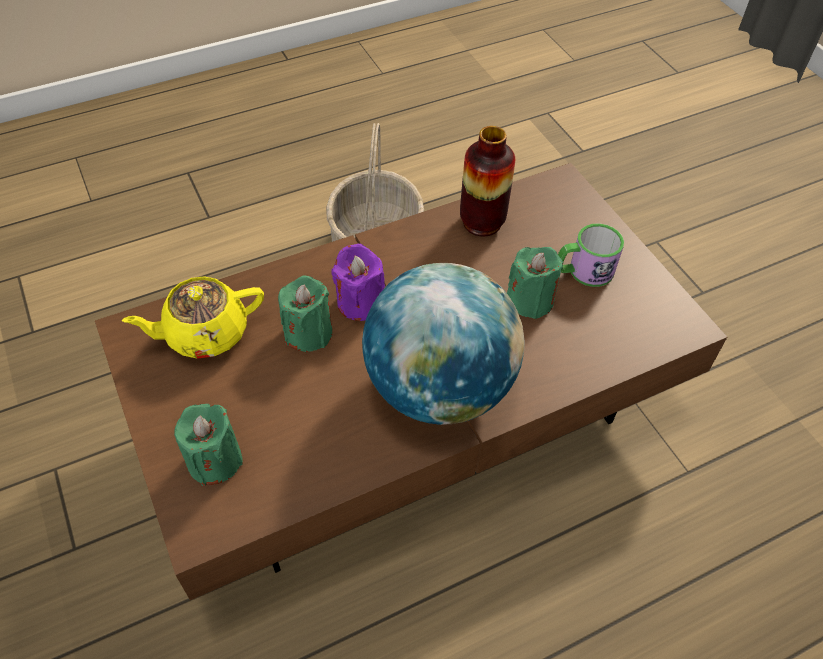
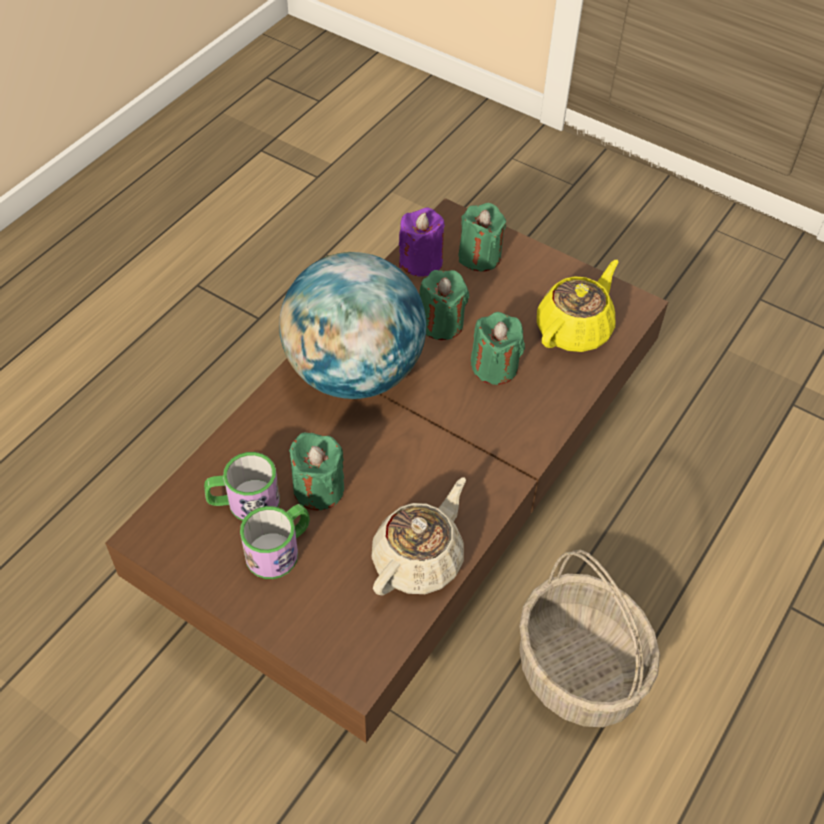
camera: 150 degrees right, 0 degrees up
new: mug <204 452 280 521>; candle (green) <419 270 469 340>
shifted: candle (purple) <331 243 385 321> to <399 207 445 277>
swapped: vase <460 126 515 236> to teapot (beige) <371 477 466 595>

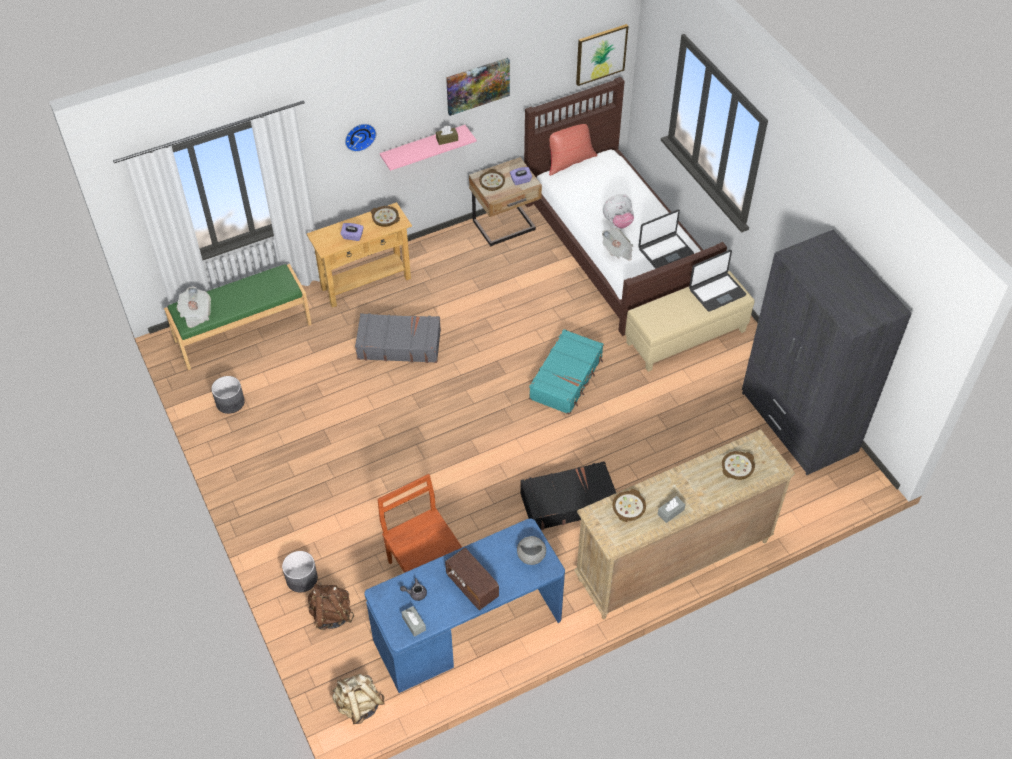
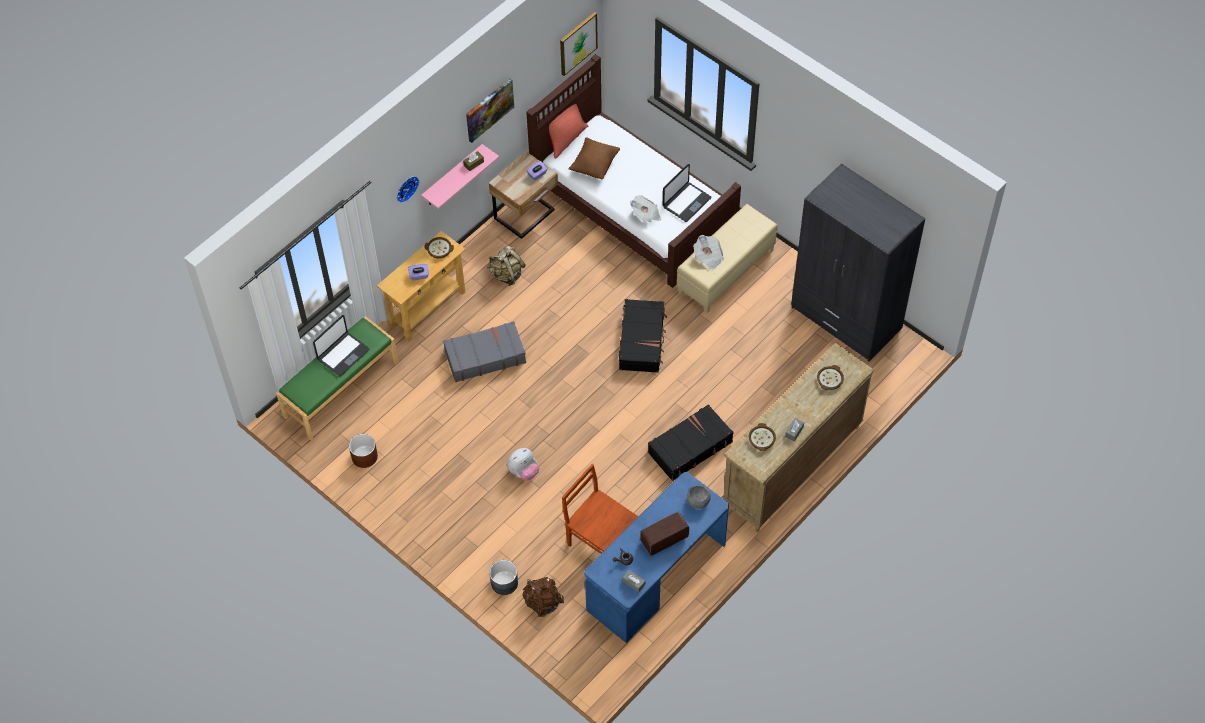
camera: 20 degrees left, 5 degrees up
gone: bowl <479 169 505 191>
new: pillow (brown) <568 137 620 179>
shifted: newspaper <177 287 211 328> to <693 235 724 271>; backpack (beige) <332 674 385 724> to <487 246 526 286>; plush toy <603 194 634 228> to <507 448 540 481>; laptop <689 250 746 312> to <313 315 369 376>
repainted: planter (grey) <211 376 245 414> to planter (brown) <349 434 378 468>; suitcase (turquoise) <529 329 604 415> to suitcase (black) <619 299 667 373>
rotated: radio <445 548 499 610> = <640 512 689 556> 120 degrees clockwise

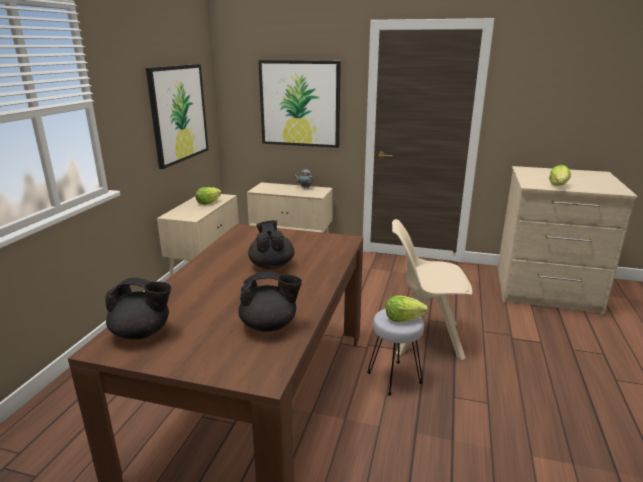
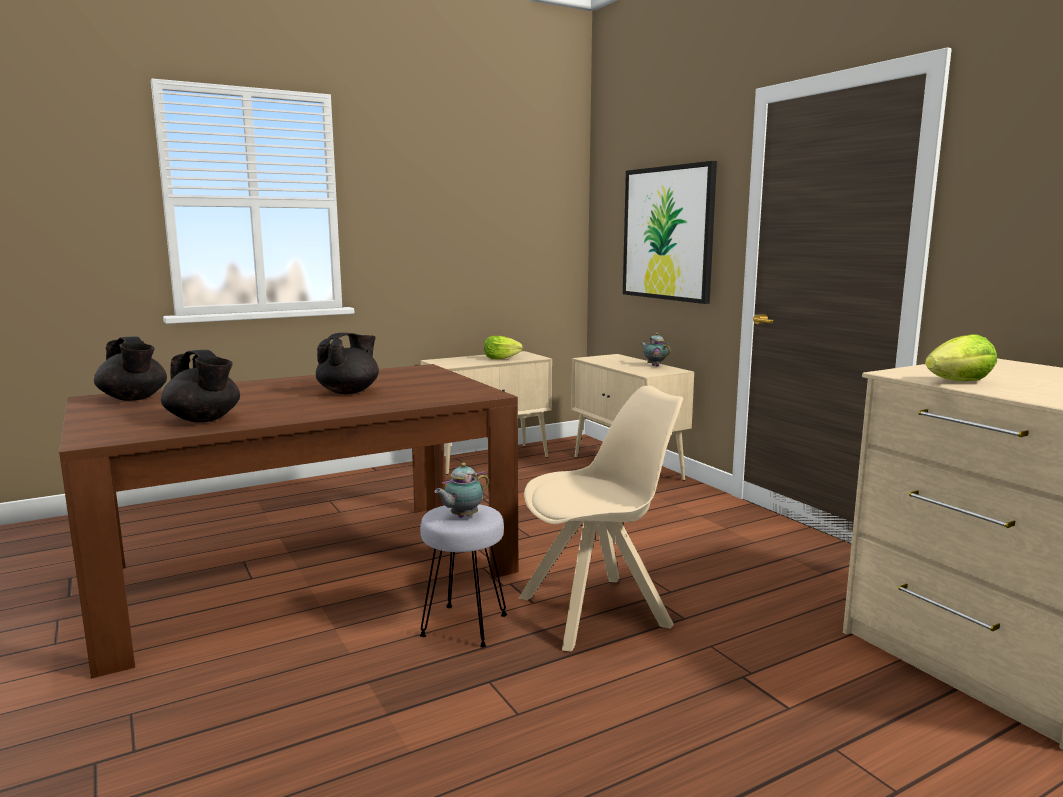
camera: 45 degrees right, 10 degrees down
gone: picture <146 64 208 169>
swapped: lettuce <386 295 428 322> to teapot <434 463 489 518>
rotated: chair (beige) <392 219 472 360> = <519 385 683 652> 105 degrees clockwise

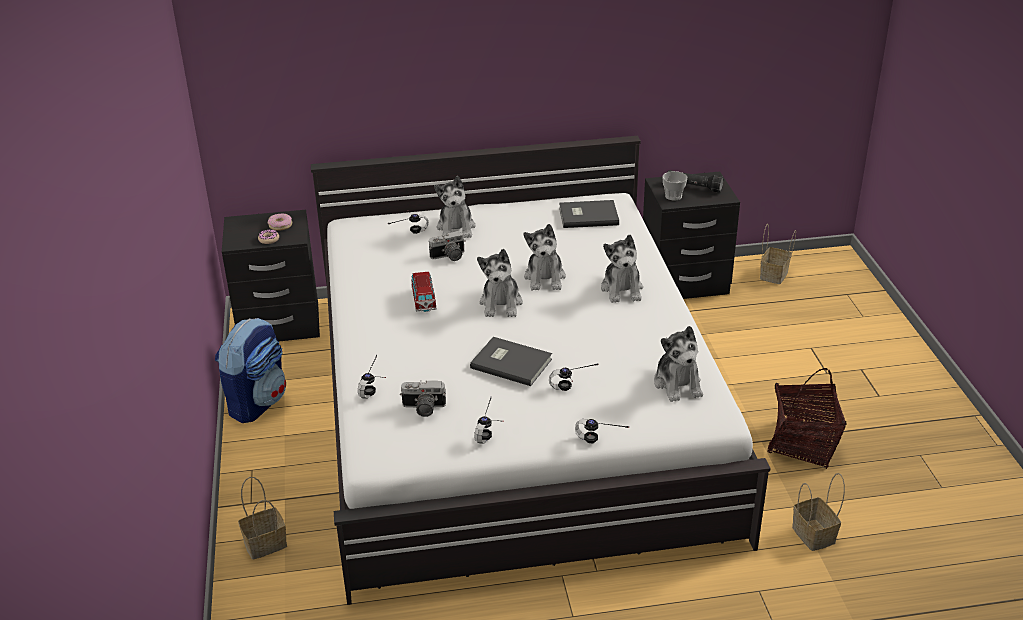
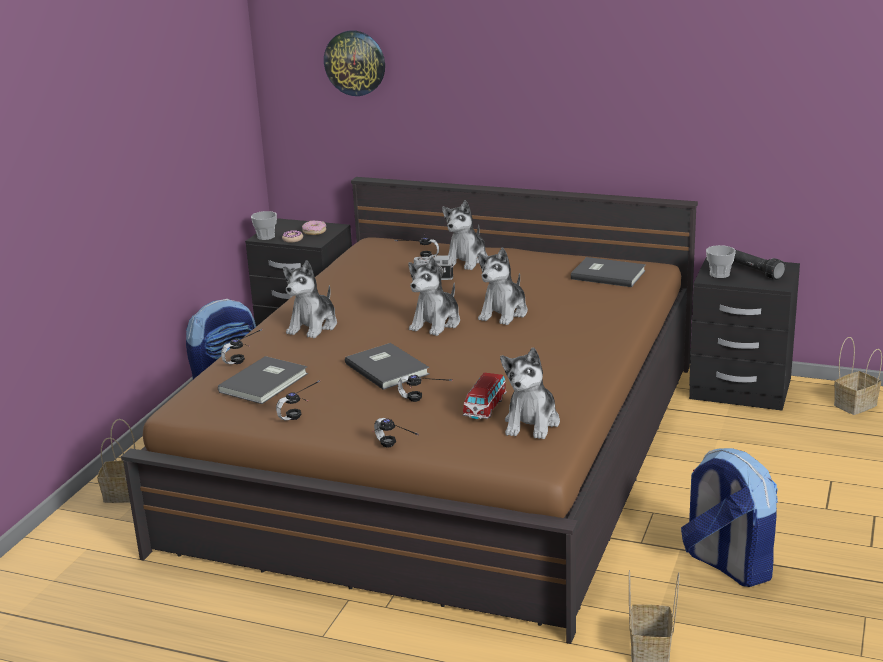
camera: 30 degrees right, 10 degrees down
new: cup <251 211 277 240>; wall clock <324 30 385 96>
shifted: toy car <411 272 437 312> to <463 373 507 419>; plush toy <601 235 643 303> to <283 260 337 338>
swapped: photo camera <400 381 446 417> to book (grey) <218 356 308 404>; basket <767 368 847 469> to backpack <681 448 778 587>
repainted: bed (white) <311 136 771 605> to bed (brown) <121 177 698 644>

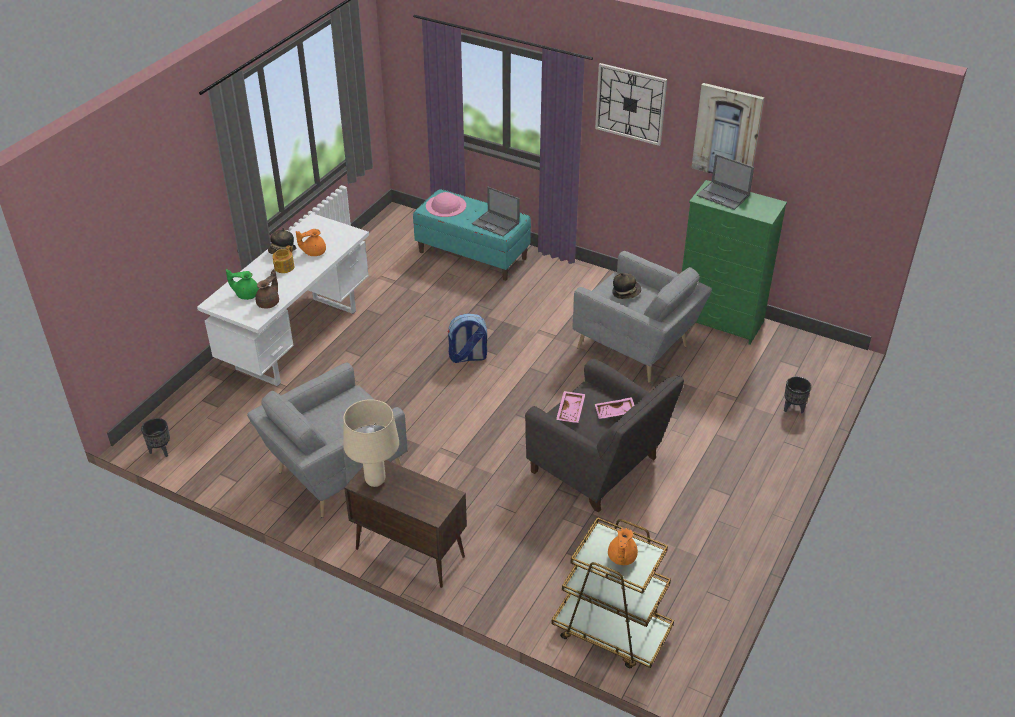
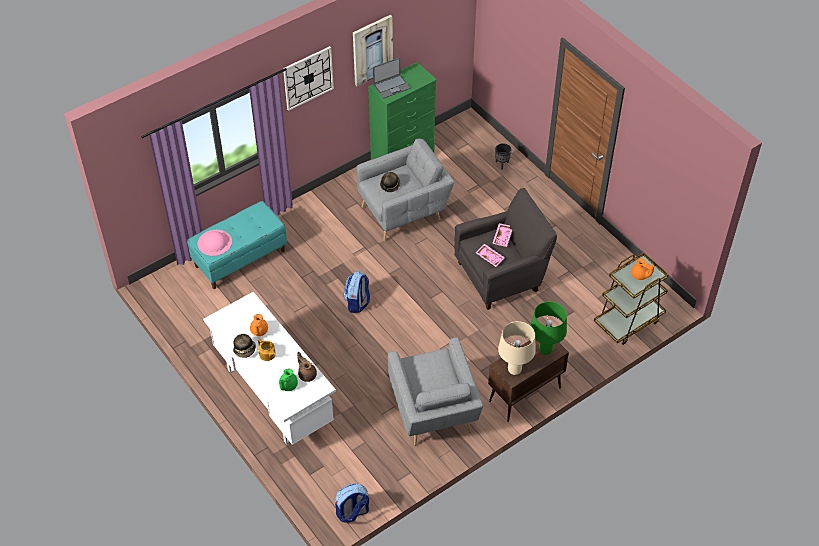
camera: 65 degrees left, 10 degrees up
gone: laptop <472 187 520 236>
new: table lamp (green) <530 301 567 355>
swapped: planter (black) <141 418 170 457> to backpack <335 483 369 523>

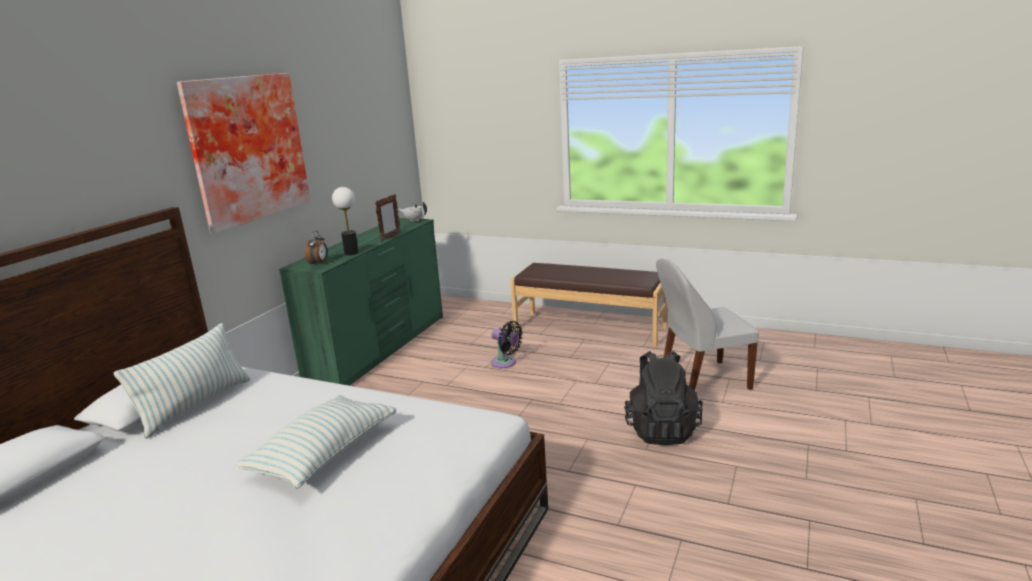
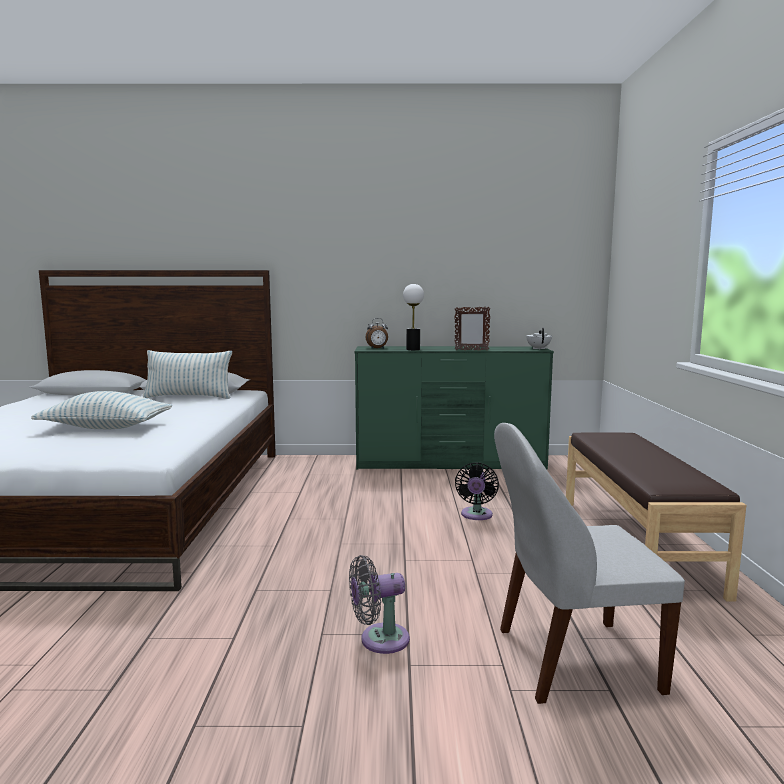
camera: 65 degrees right, 10 degrees down
gone: picture <177 73 311 234>
swapped: backpack (black) <624 351 703 445> to fan (grey) <349 555 410 654>
rotated: chair (white) <656 258 759 390> = <494 423 685 704> 60 degrees counterclockwise

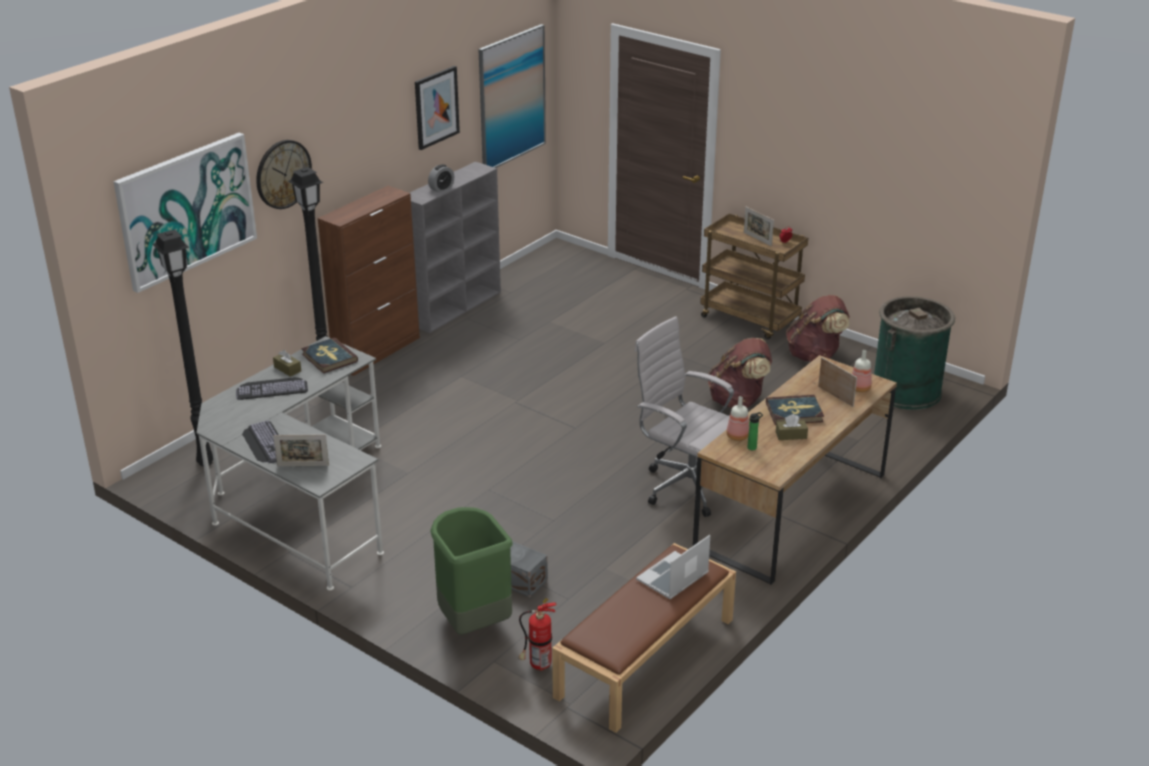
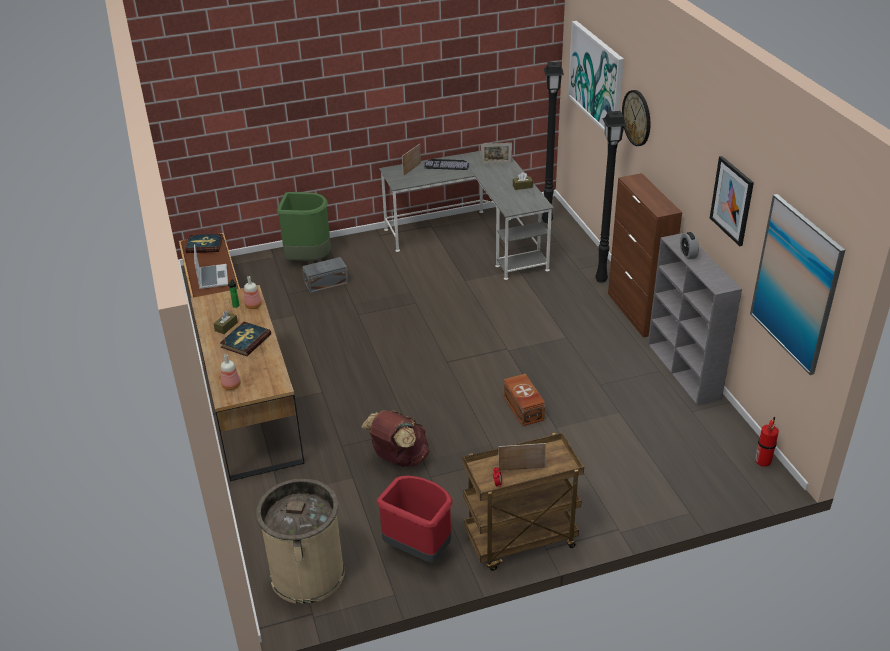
camera: 125 degrees right, 5 degrees up
gone: keyboard <236 377 308 400>; office chair (white) <635 316 734 517>
new: storage box (brown) <504 374 545 426>
shifted: book <301 338 358 373> to <185 234 223 253>; fire extinguisher <519 598 556 671> to <755 417 779 467>; picture frame <818 357 857 407> to <481 143 512 164>
swapped: backpack (brown) <786 295 850 362> to trash can (red) <377 476 452 562>
repainted: trash can (green) <874 296 955 410> to trash can (beige) <256 478 345 604>

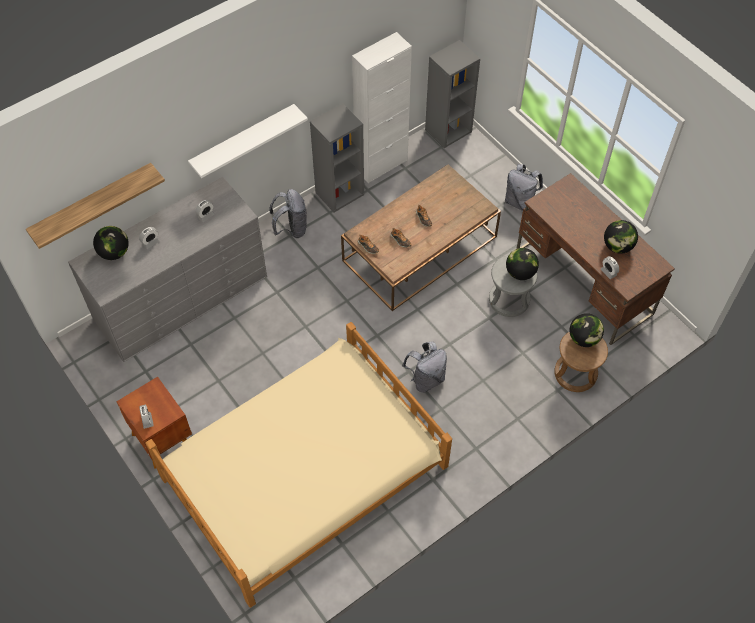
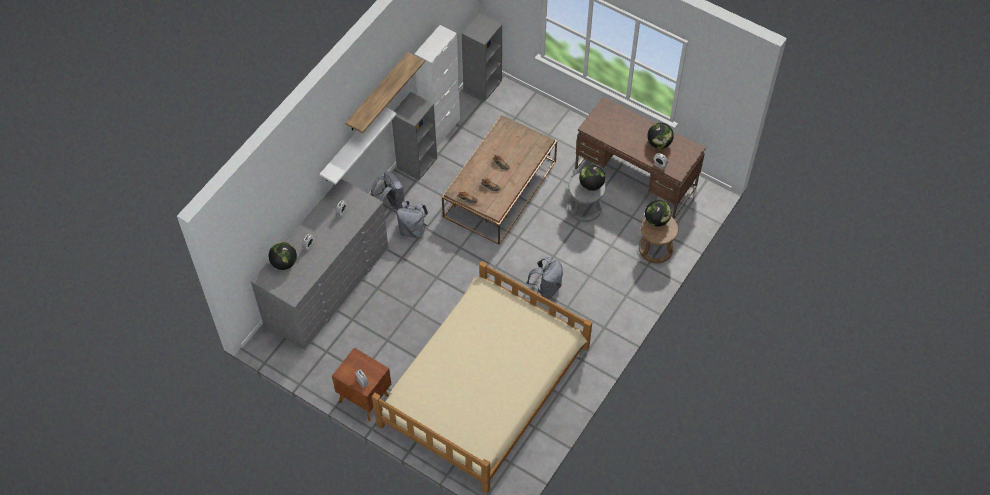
camera: 20 degrees left, 0 degrees up
shifted: shelf <26 163 165 249> to <345 52 425 133>; backpack (grey) <505 164 543 211> to <397 201 428 238>

